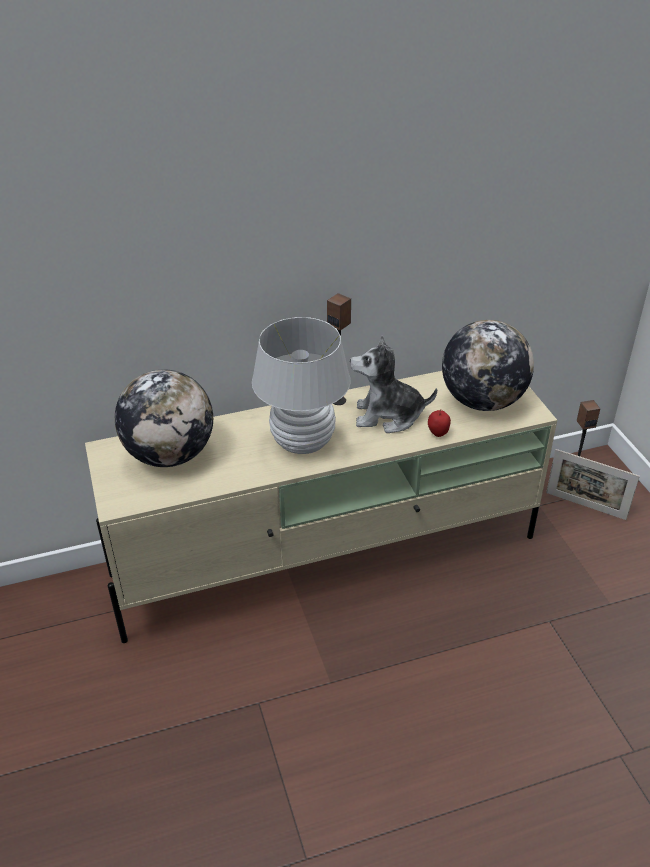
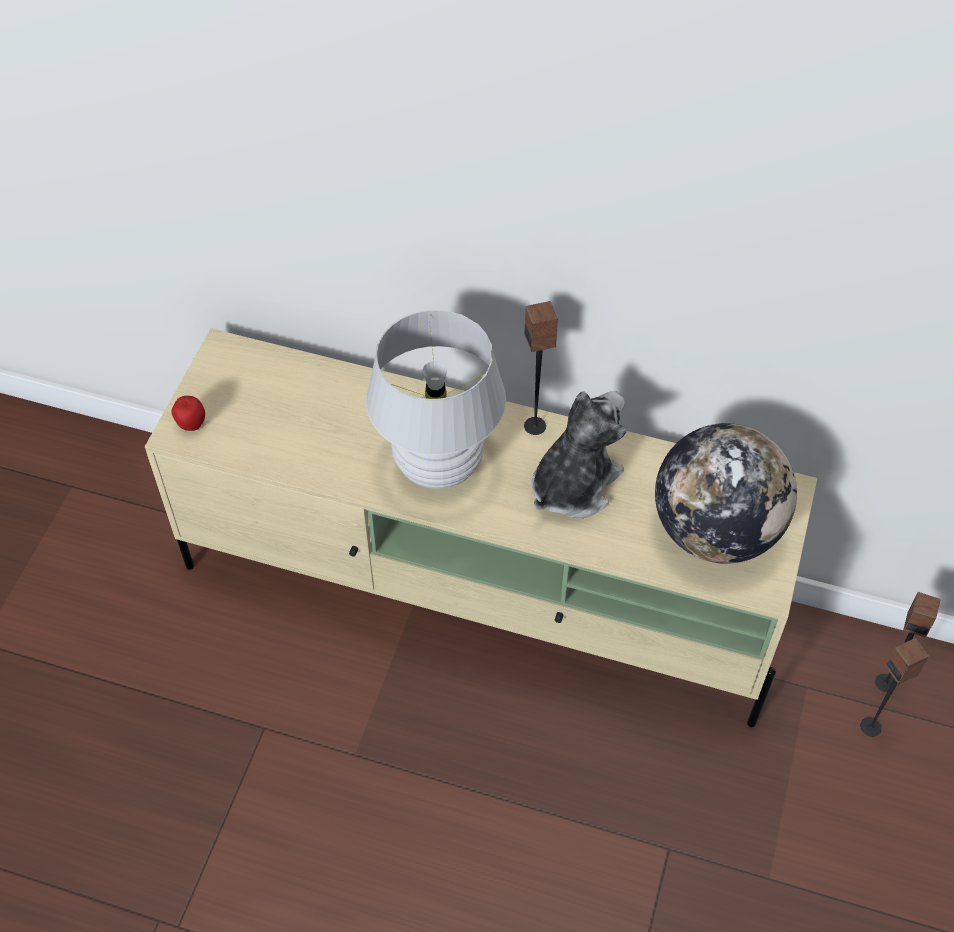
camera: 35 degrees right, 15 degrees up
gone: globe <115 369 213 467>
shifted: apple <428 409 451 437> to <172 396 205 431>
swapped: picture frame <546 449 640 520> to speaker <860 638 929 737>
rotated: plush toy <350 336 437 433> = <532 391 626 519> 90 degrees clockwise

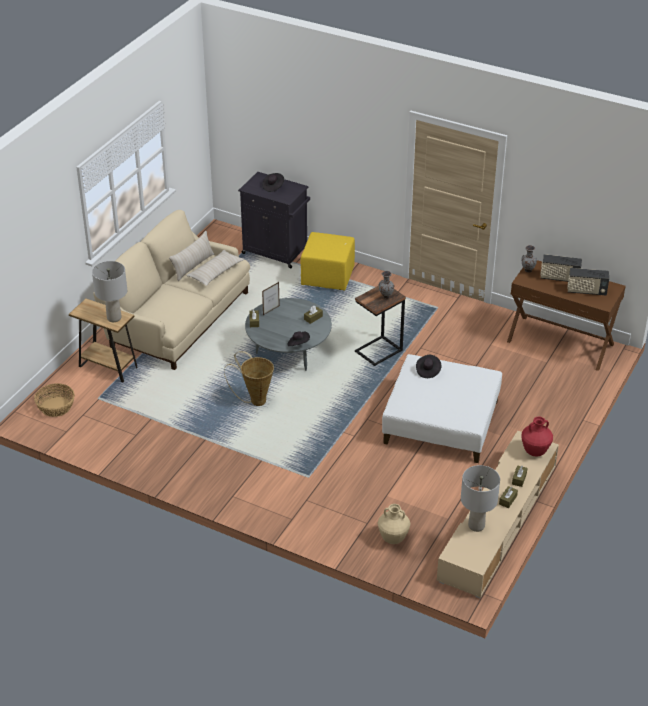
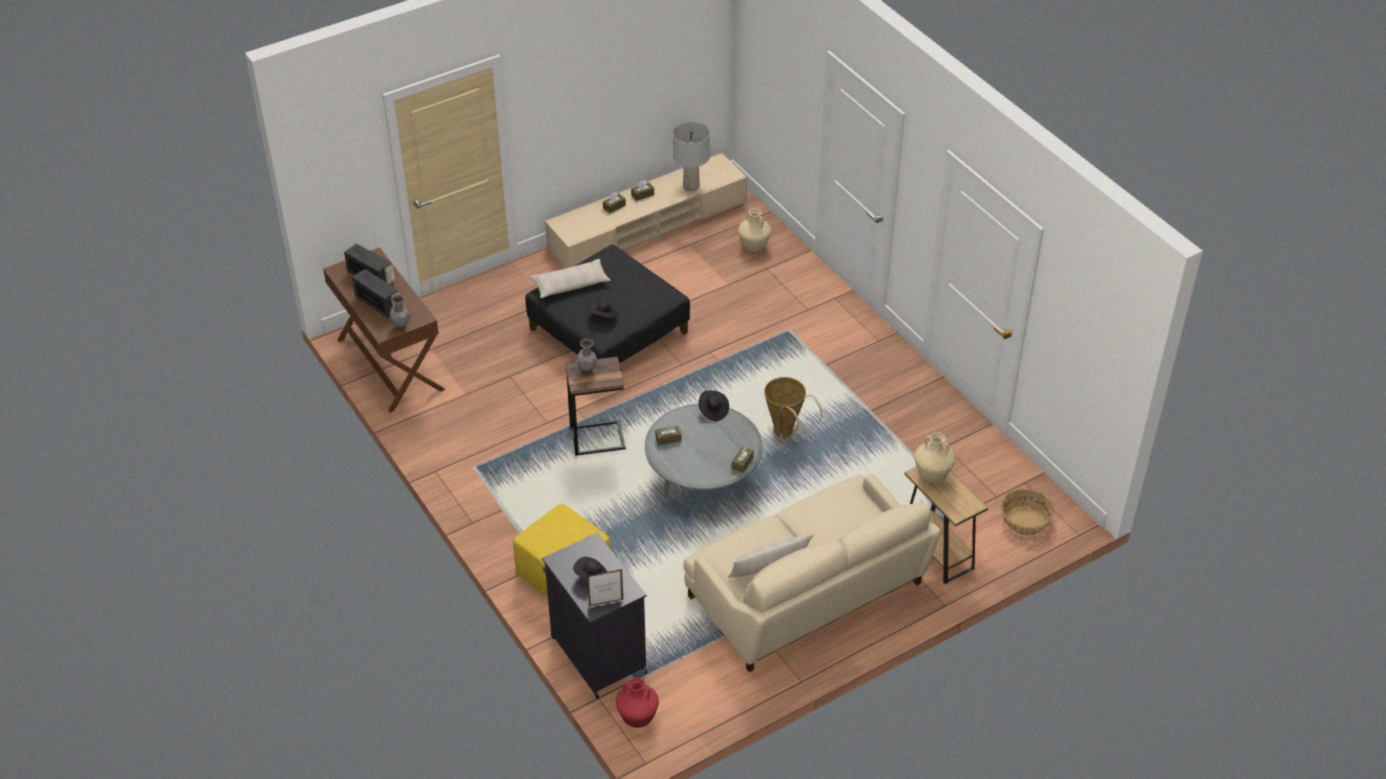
camera: 150 degrees left, 5 degrees up
shifted: pillow (beige) <186 250 244 286> to <530 259 611 298>; picture frame <262 282 280 315> to <587 569 623 606>; vase (red) <521 416 553 457> to <616 678 659 728>
swapped: table lamp (grey) <92 261 127 322> to vase (beige) <915 432 956 483>
repainted: ottoman (white) <382 354 502 463> to ottoman (black) <525 244 690 364>

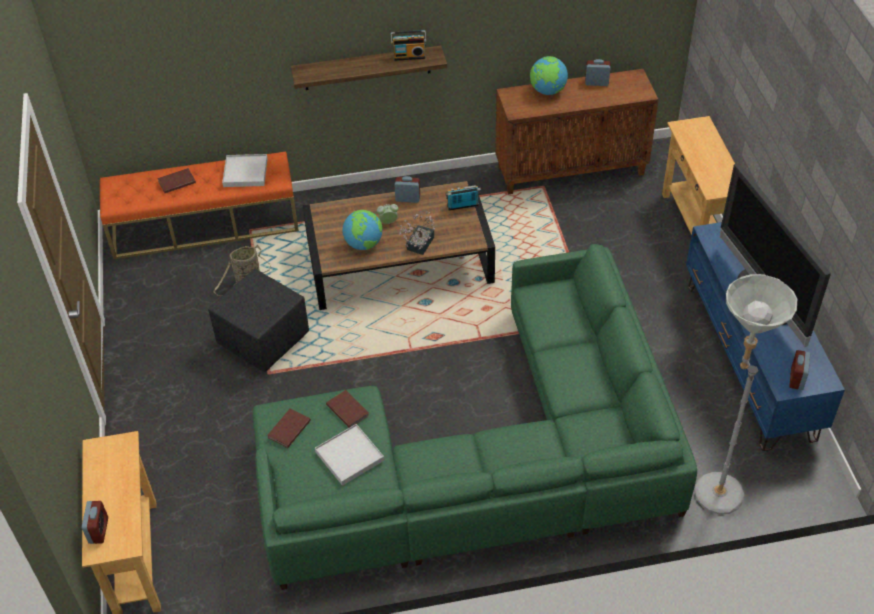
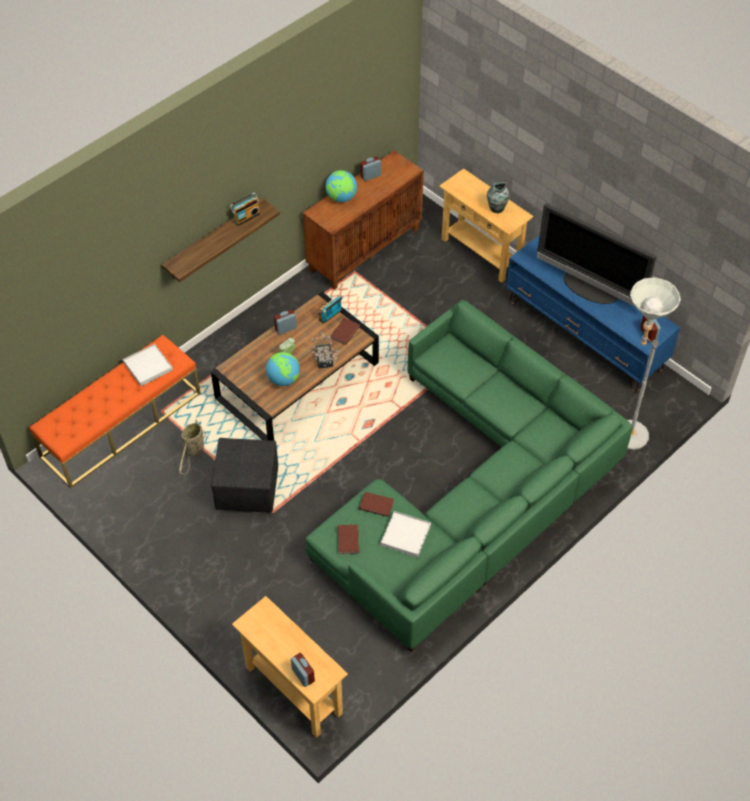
camera: 35 degrees left, 5 degrees up
new: vase <487 182 509 213>
shifted: book (brown) <157 168 196 193> to <330 318 360 345>

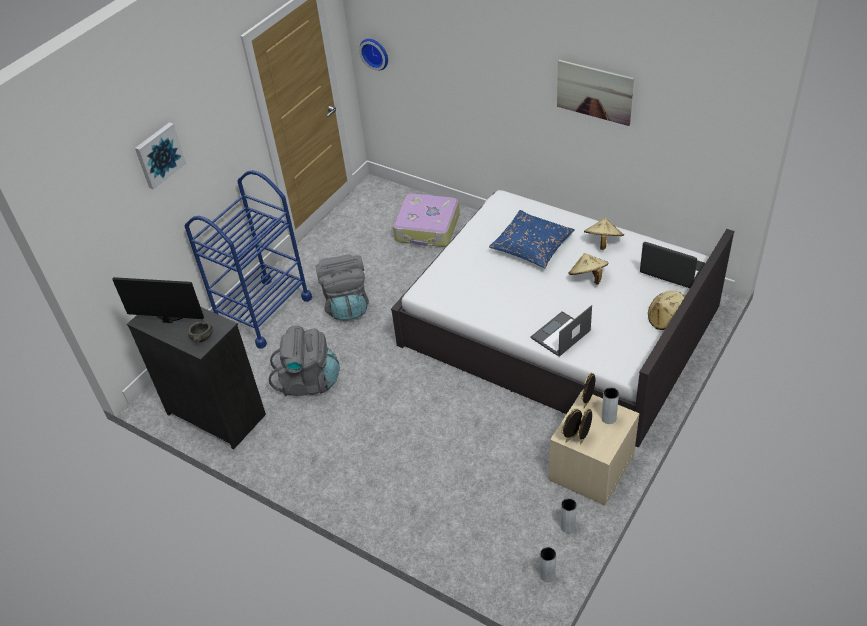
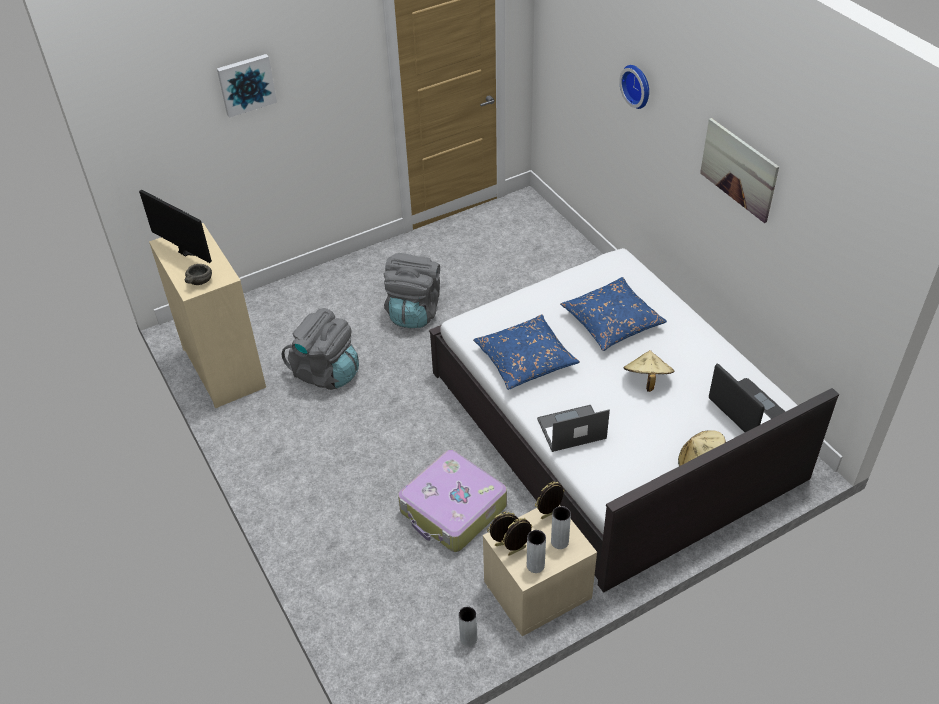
camera: 25 degrees right, 0 degrees up
gone: cart (blue) <185 170 312 349>; hat (beige) <584 218 624 250>
new: pillow (blue) <473 314 580 390>
shifted: wall clock <359 39 388 70> to <619 65 649 109>; suitcase <393 194 460 247> to <398 450 507 552>; vase (grey) <540 547 556 582> to <527 530 546 573>
repainted: dresser (black) <127 307 266 450> to dresser (beige) <149 223 266 408>

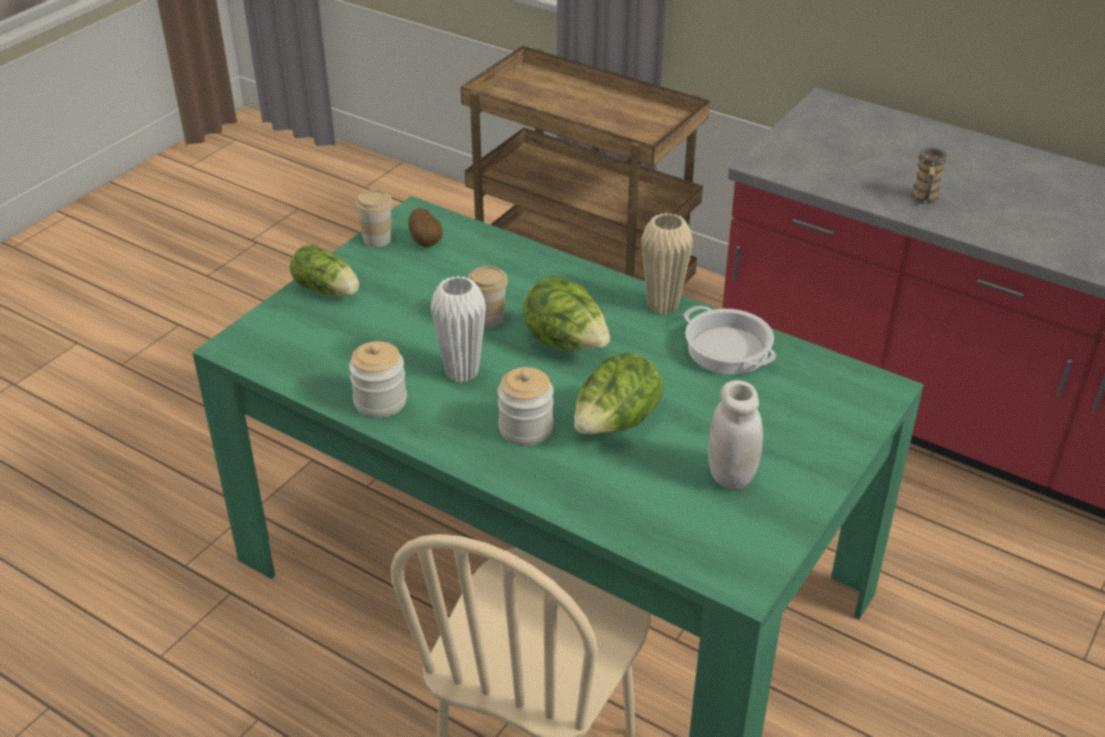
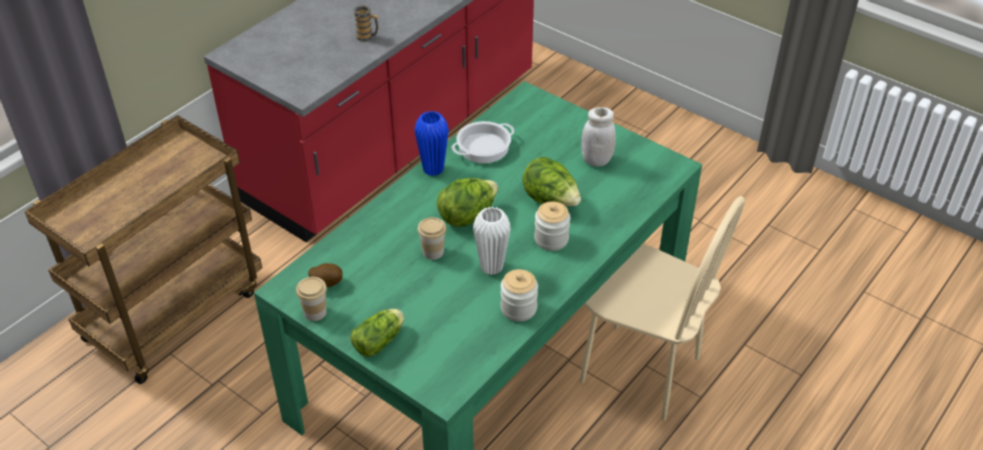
camera: 85 degrees left, 5 degrees up
repainted: vase (beige) <641 213 693 315> to vase (blue) <414 111 449 176>

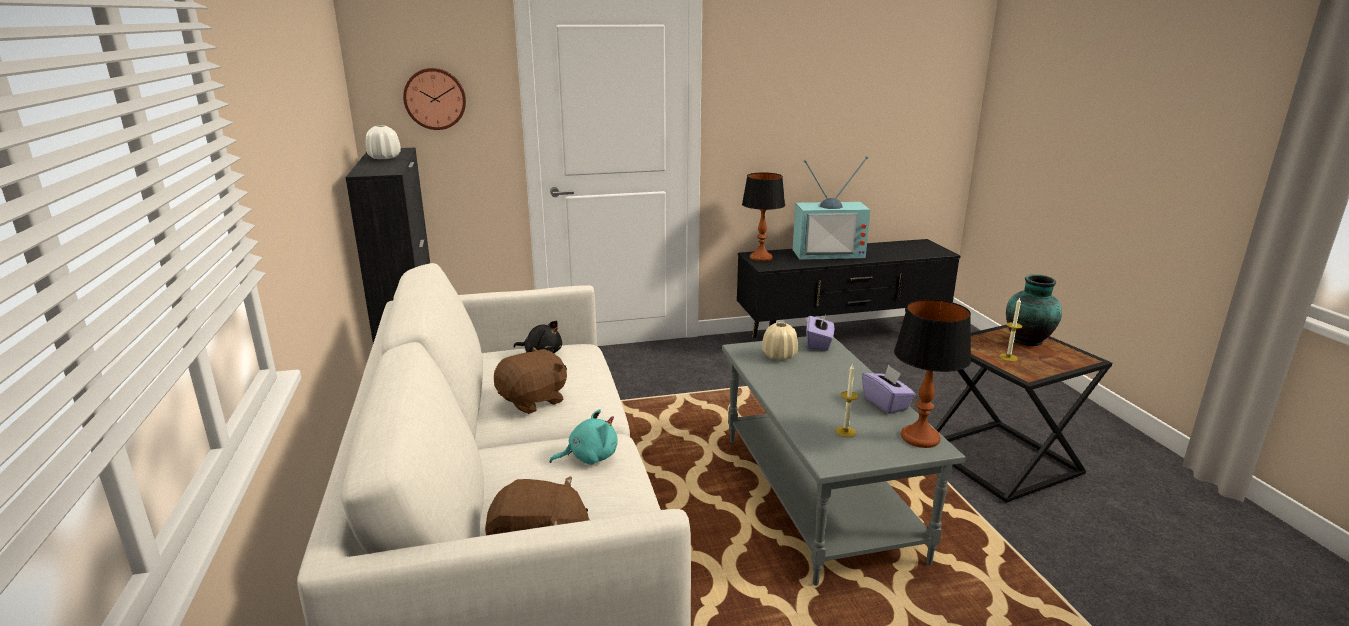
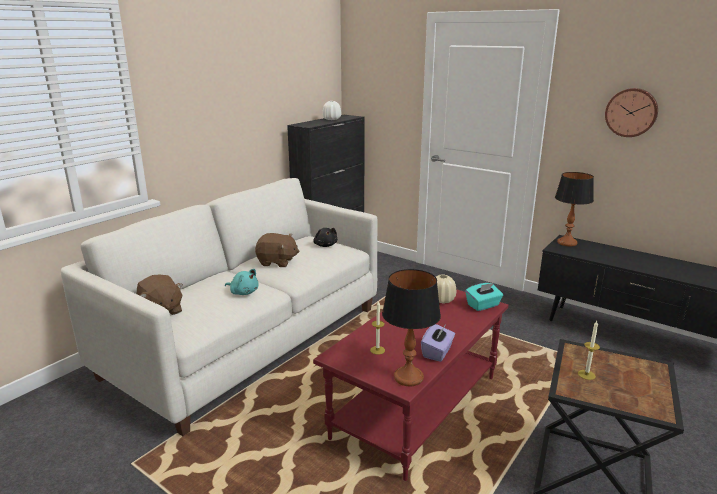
camera: 50 degrees right, 0 degrees up
gone: television <792 156 870 260>; vase <1006 275 1062 346>
shifted: wall clock <403 68 466 130> to <605 88 658 137>
repainted: coffee table (grey) <722 336 966 586> to coffee table (red) <313 289 508 481>; tissue box (purple) <806 314 834 351> to tissue box (turquoise) <466 283 503 311>

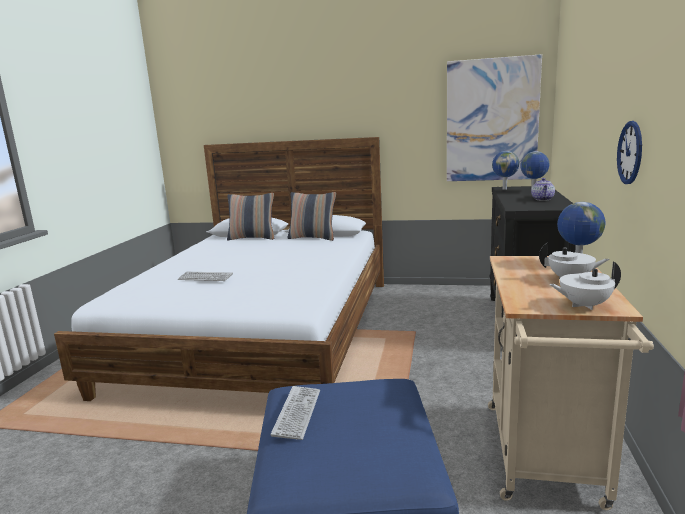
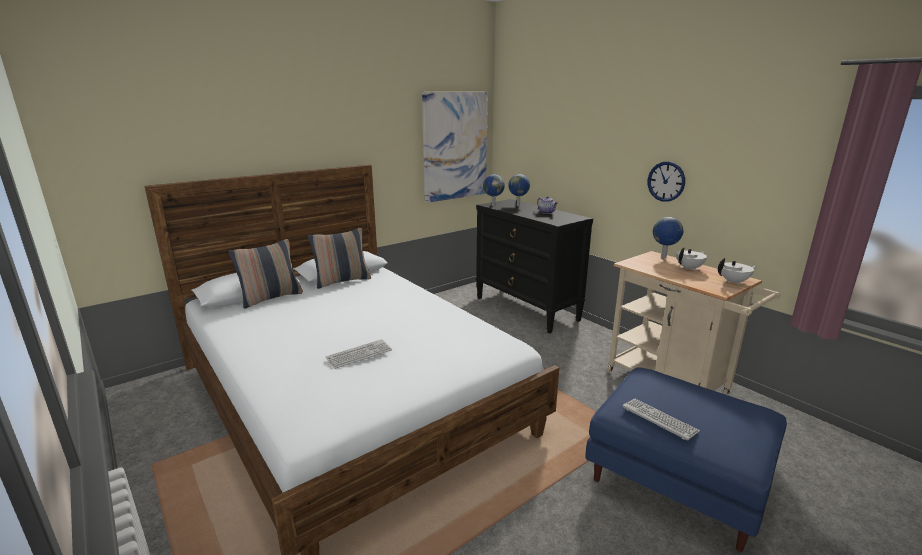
camera: 50 degrees left, 5 degrees up
rotated: teapot (white) <549 261 621 310> = <718 258 757 285> 135 degrees counterclockwise

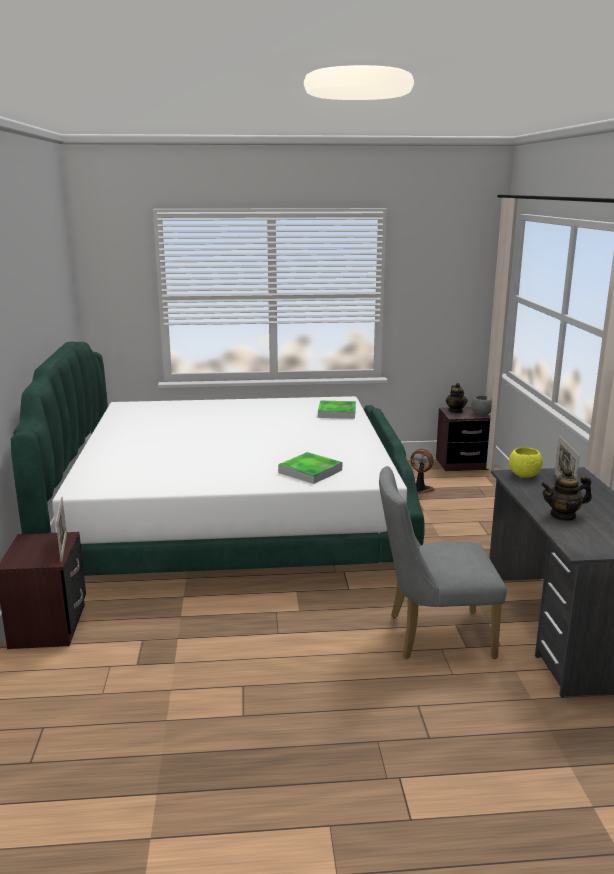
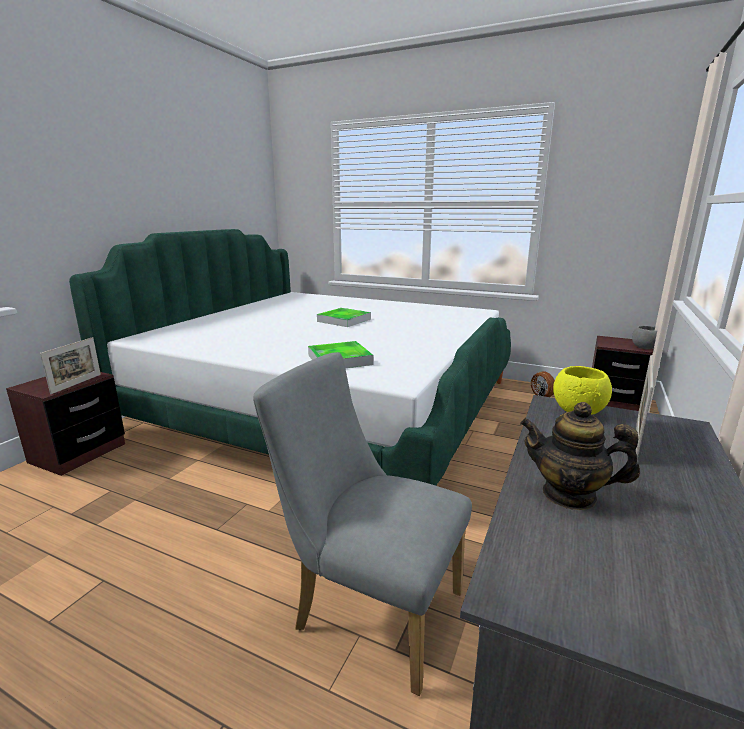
camera: 30 degrees right, 0 degrees up
gone: teapot <446 383 468 413>
shifted: tray <318 400 356 419> to <317 308 371 327>

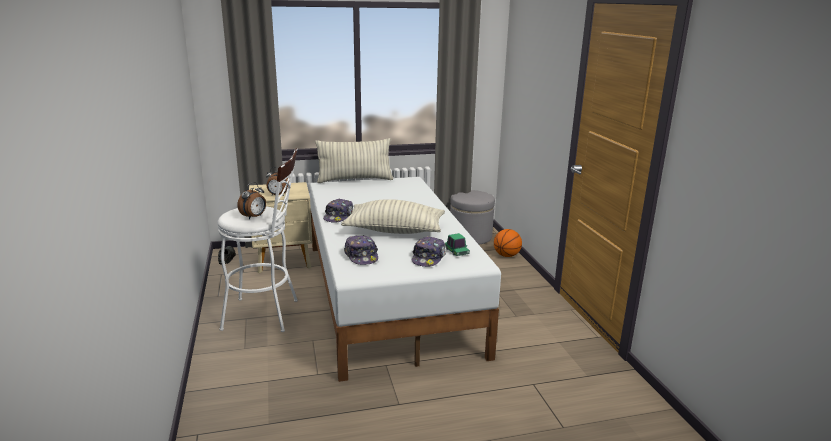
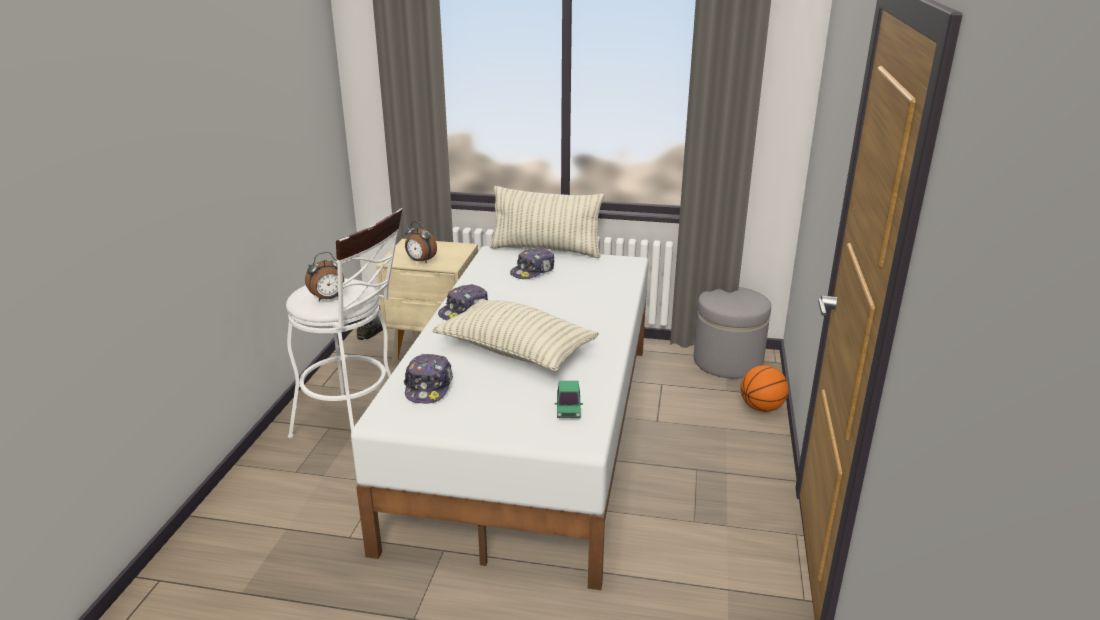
camera: 25 degrees right, 5 degrees up
shifted: cap <412 236 446 267> to <510 247 555 279>

